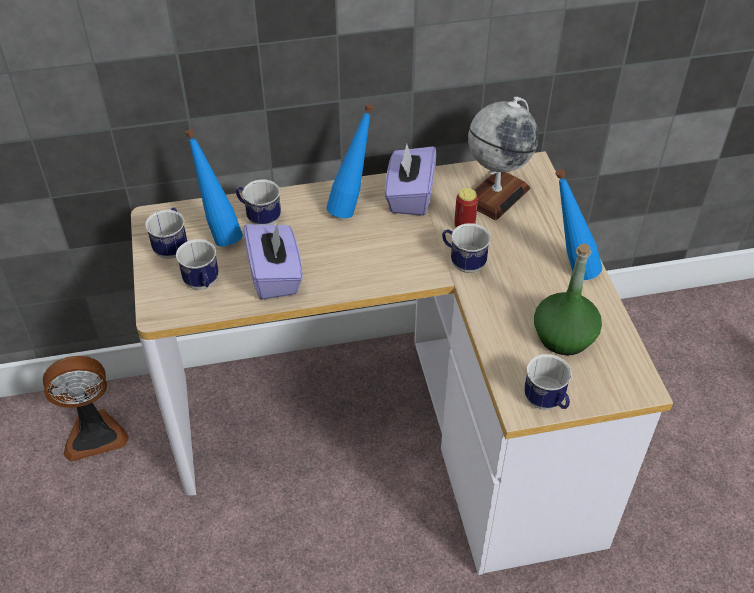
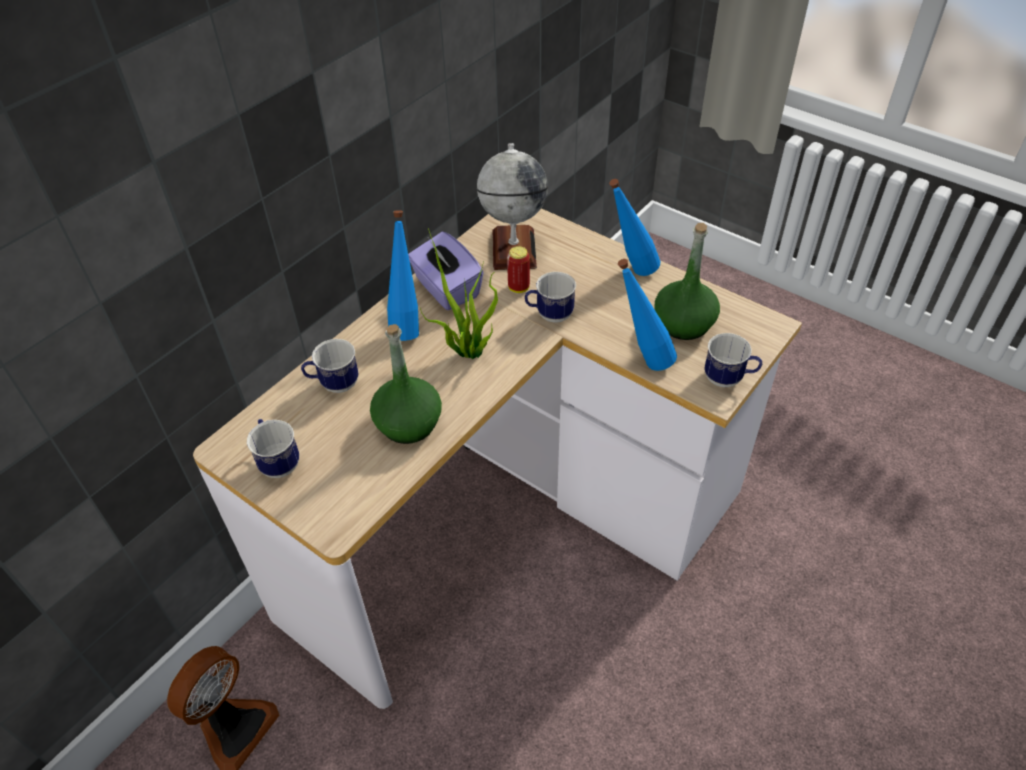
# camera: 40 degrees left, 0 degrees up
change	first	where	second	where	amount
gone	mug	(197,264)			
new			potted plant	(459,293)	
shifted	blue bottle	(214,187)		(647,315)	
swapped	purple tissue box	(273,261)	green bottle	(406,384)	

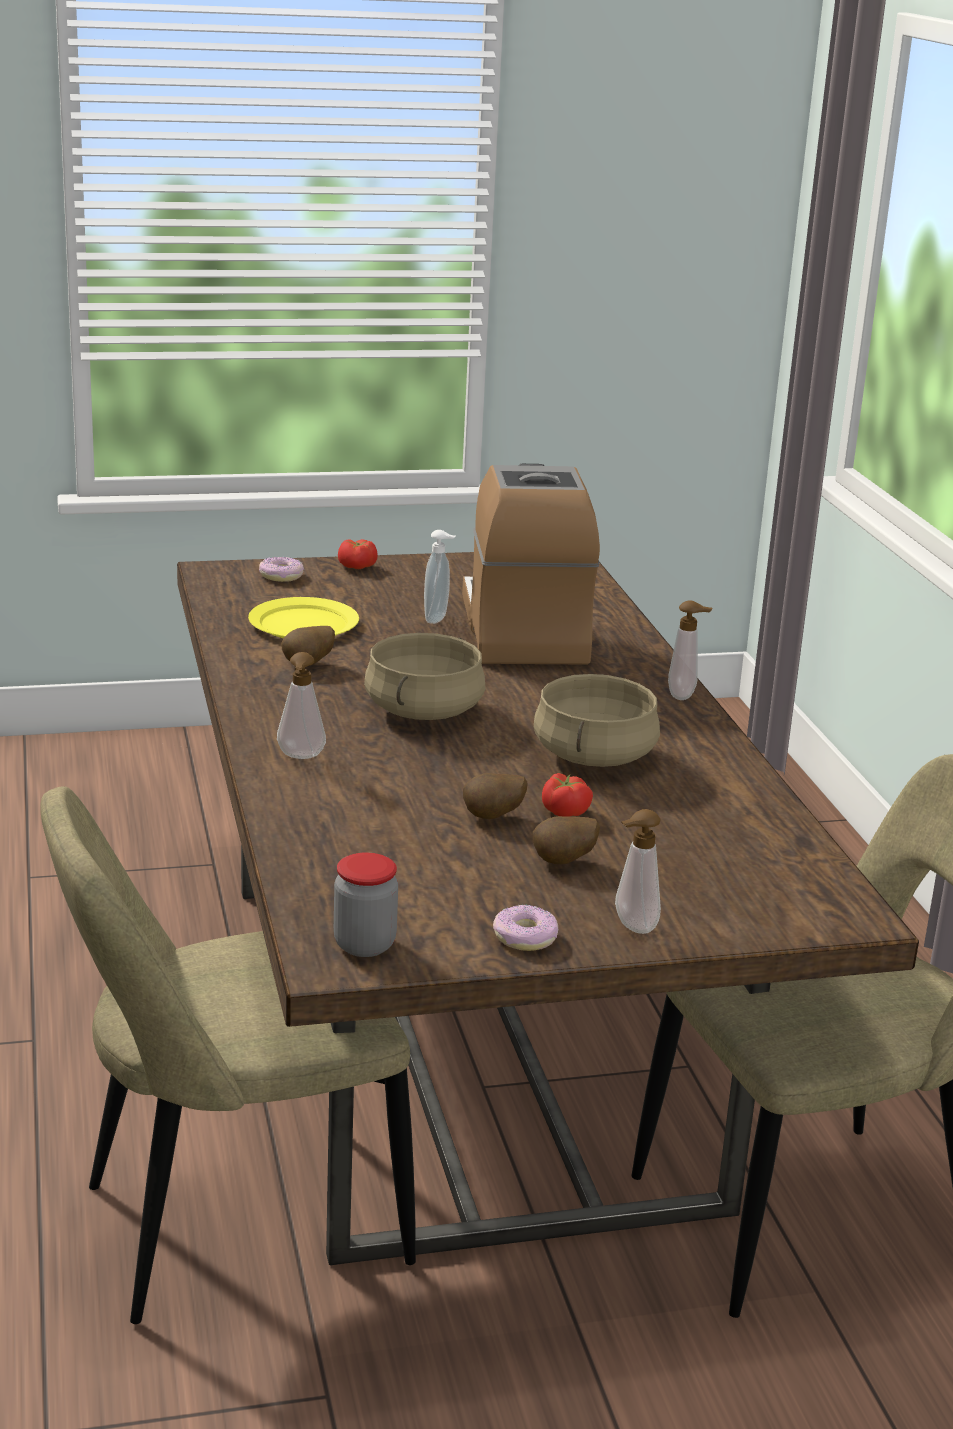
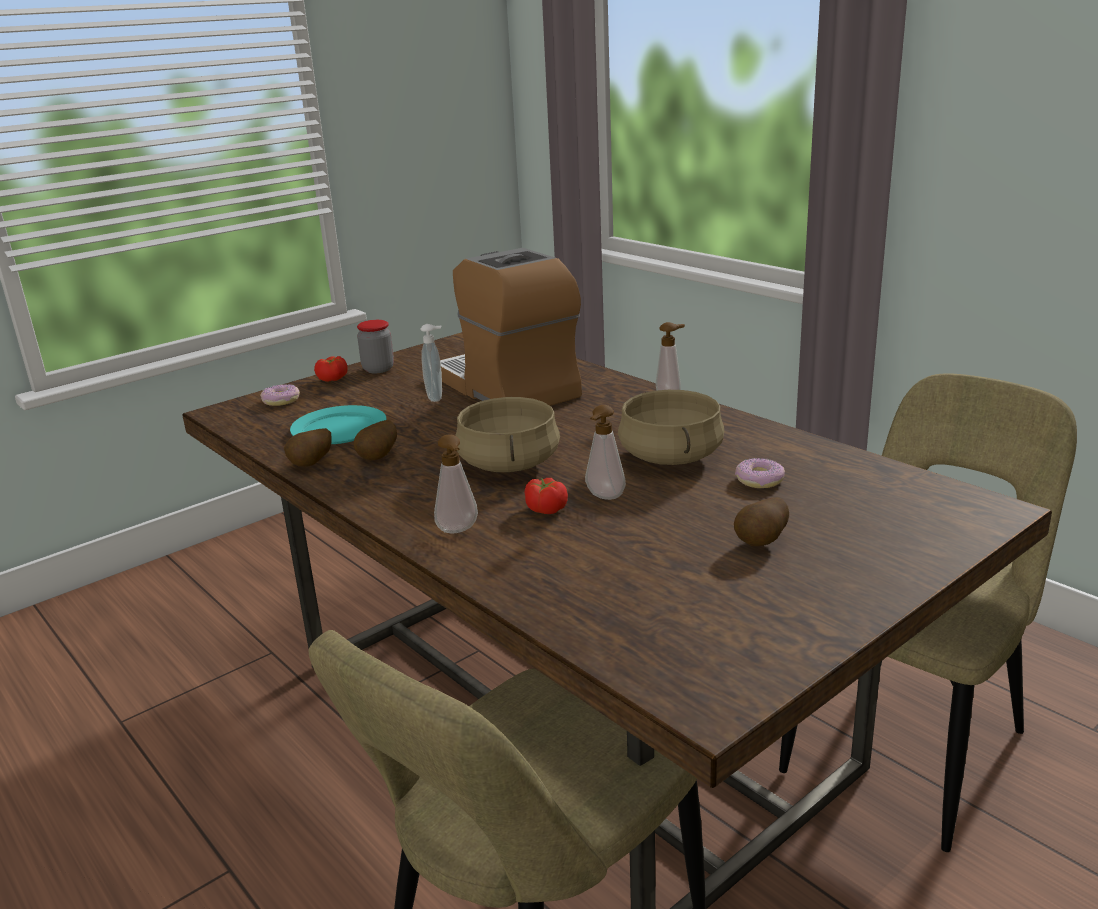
# camera: 25 degrees left, 0 degrees up
change	first	where	second	where	amount
shifted	jar	(366,905)		(375,346)	
shifted	potato	(495,796)		(308,447)	
shifted	donut	(525,927)		(760,473)	
shifted	tomato	(567,795)		(546,496)	
shifted	soap dispenser	(638,871)		(605,452)	
repainted	yellow plate	(303,617)	turquoise plate	(338,424)	

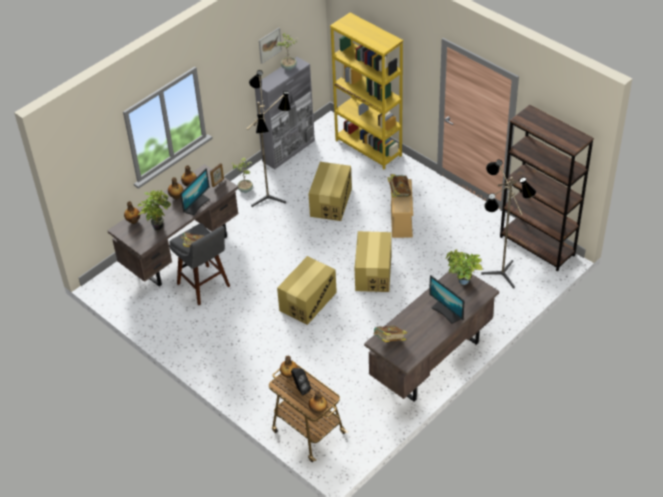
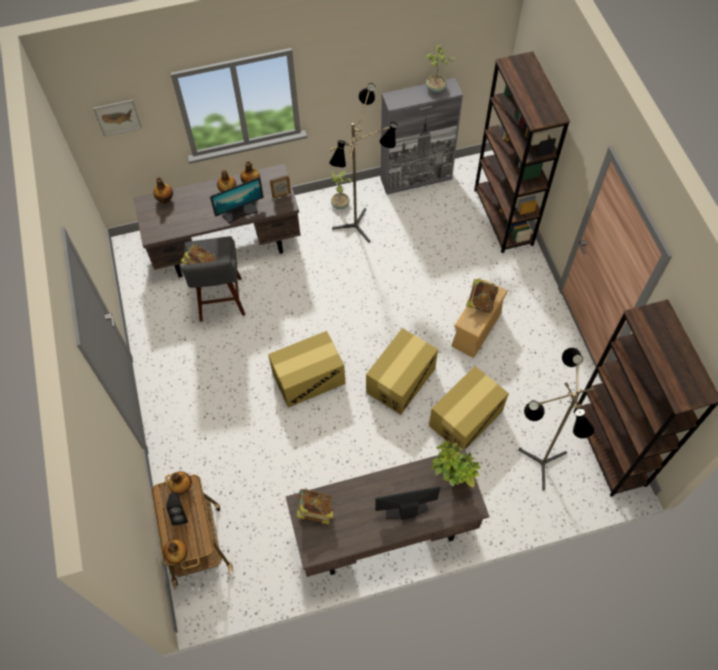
# camera: 30 degrees right, 15 degrees up
change	first	where	second	where	amount
gone	potted plant	(154,210)			
shifted	picture	(270,46)		(117,118)	
shifted	cardboard box	(330,191)		(469,408)	
repainted	yellow bookcase	(366,91)	brown bookcase	(522,152)	
rotated	monitor	(447,299)		(407,503)	90 degrees clockwise

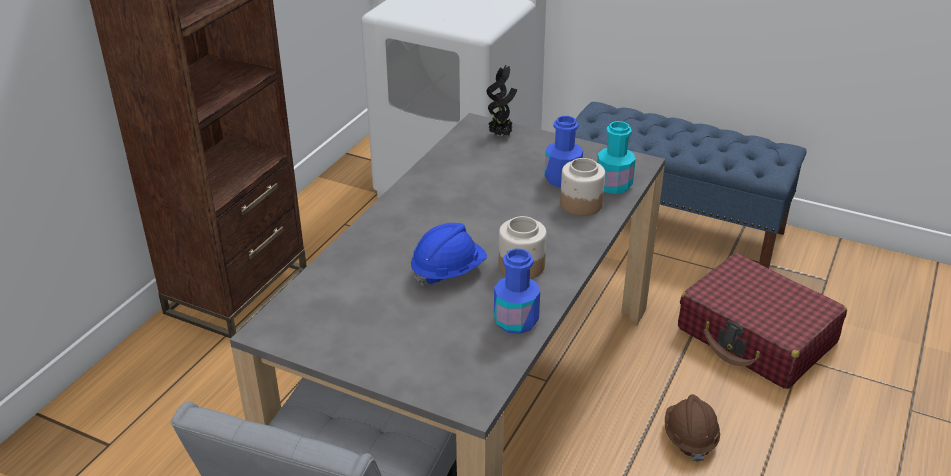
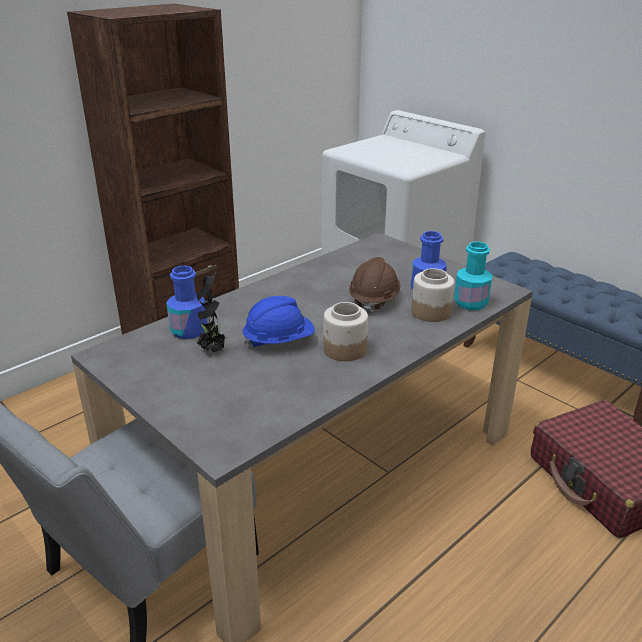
# camera: 20 degrees right, 5 degrees down
change	first	where	second	where	amount
shifted	potted plant	(502,100)		(211,312)	
shifted	blue bottle	(517,291)		(187,302)	
shifted	brown hard hat	(692,428)		(375,285)	

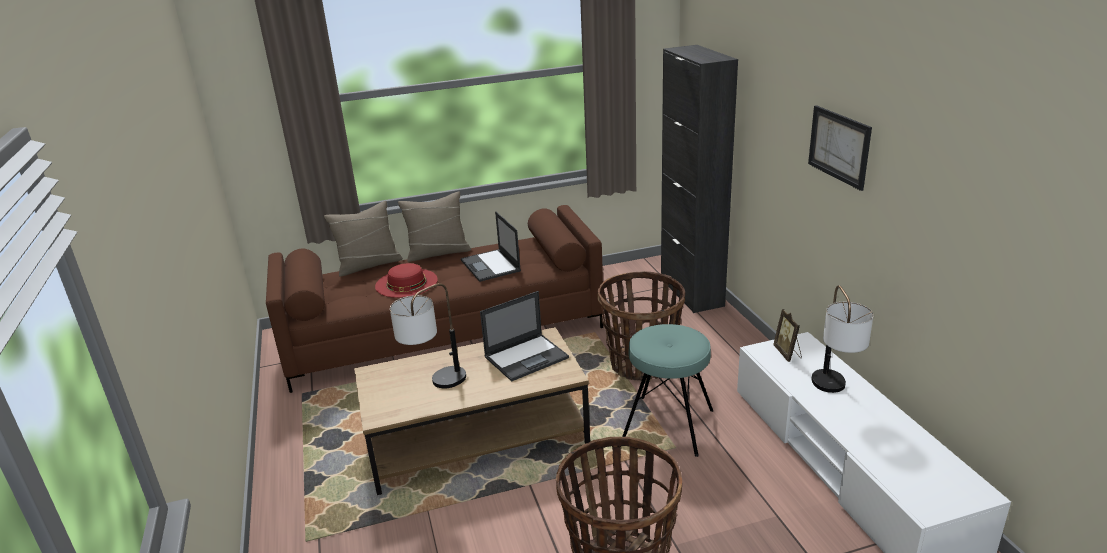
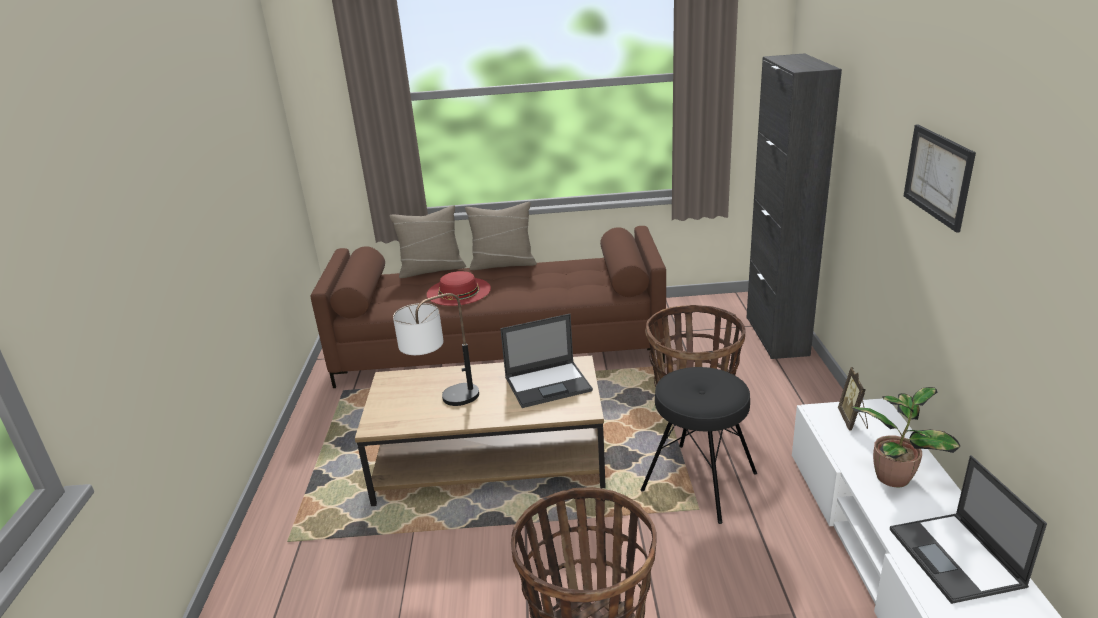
# camera: 15 degrees right, 0 degrees up
change	first	where	second	where	amount
shifted	laptop	(491,246)		(968,529)	
swapped	table lamp	(843,339)	potted plant	(906,437)	
repainted	turquoise stool	(667,390)	black stool	(698,445)	

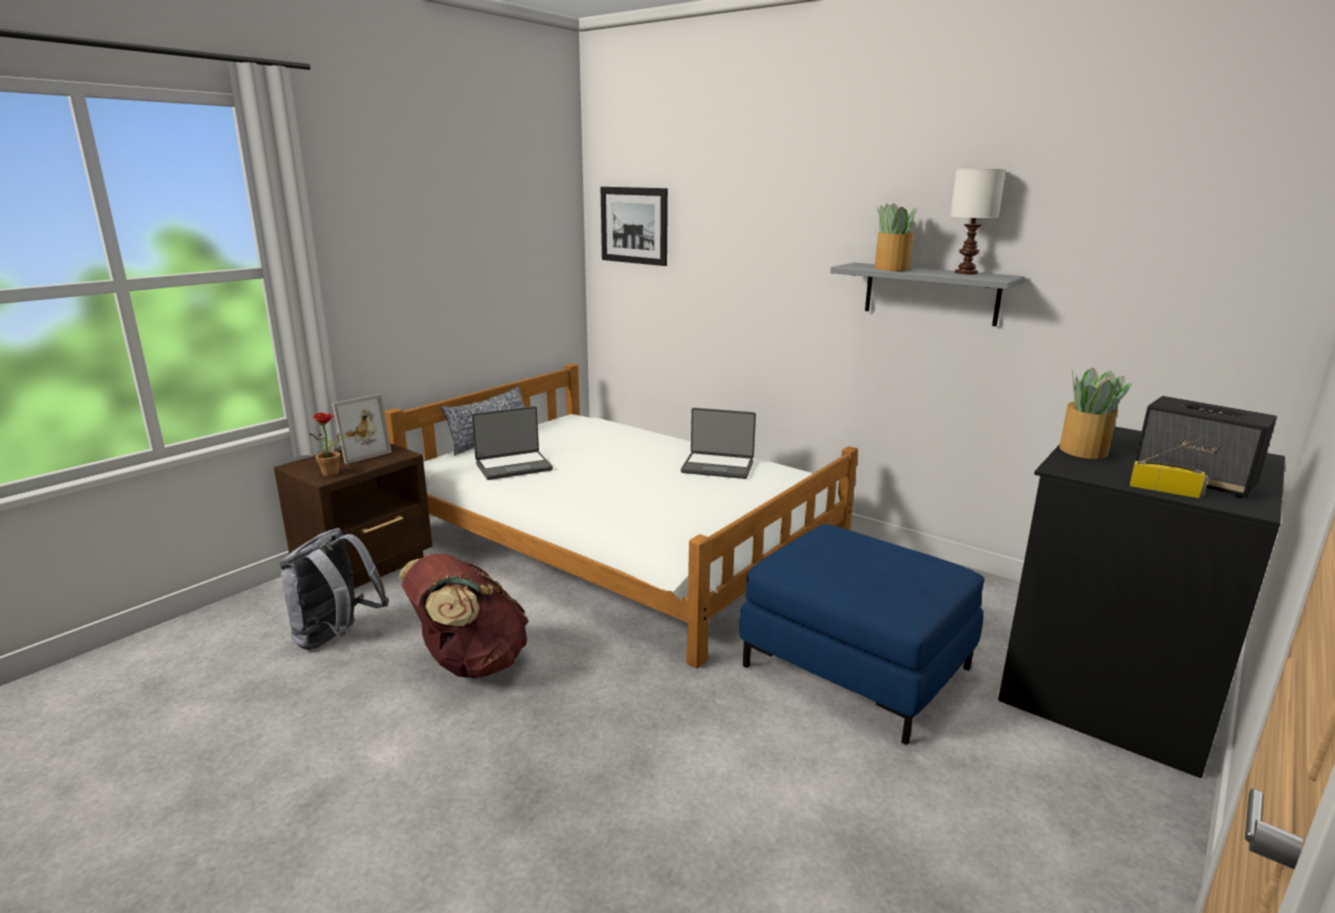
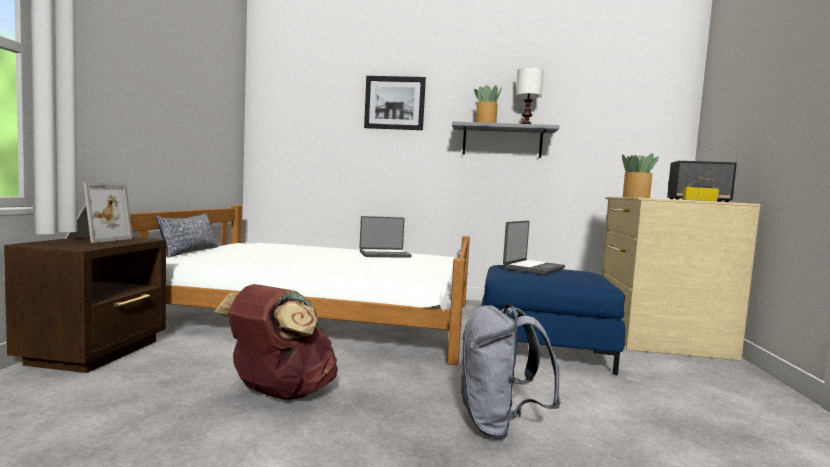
# camera: 30 degrees left, 15 degrees down
change	first	where	second	where	amount
gone	potted plant	(329,445)			
shifted	grey backpack	(334,589)		(510,372)	
shifted	laptop	(512,443)		(534,248)	
shifted	picture	(634,226)		(395,103)	
repainted	black dresser	(1141,602)	beige dresser	(681,279)	

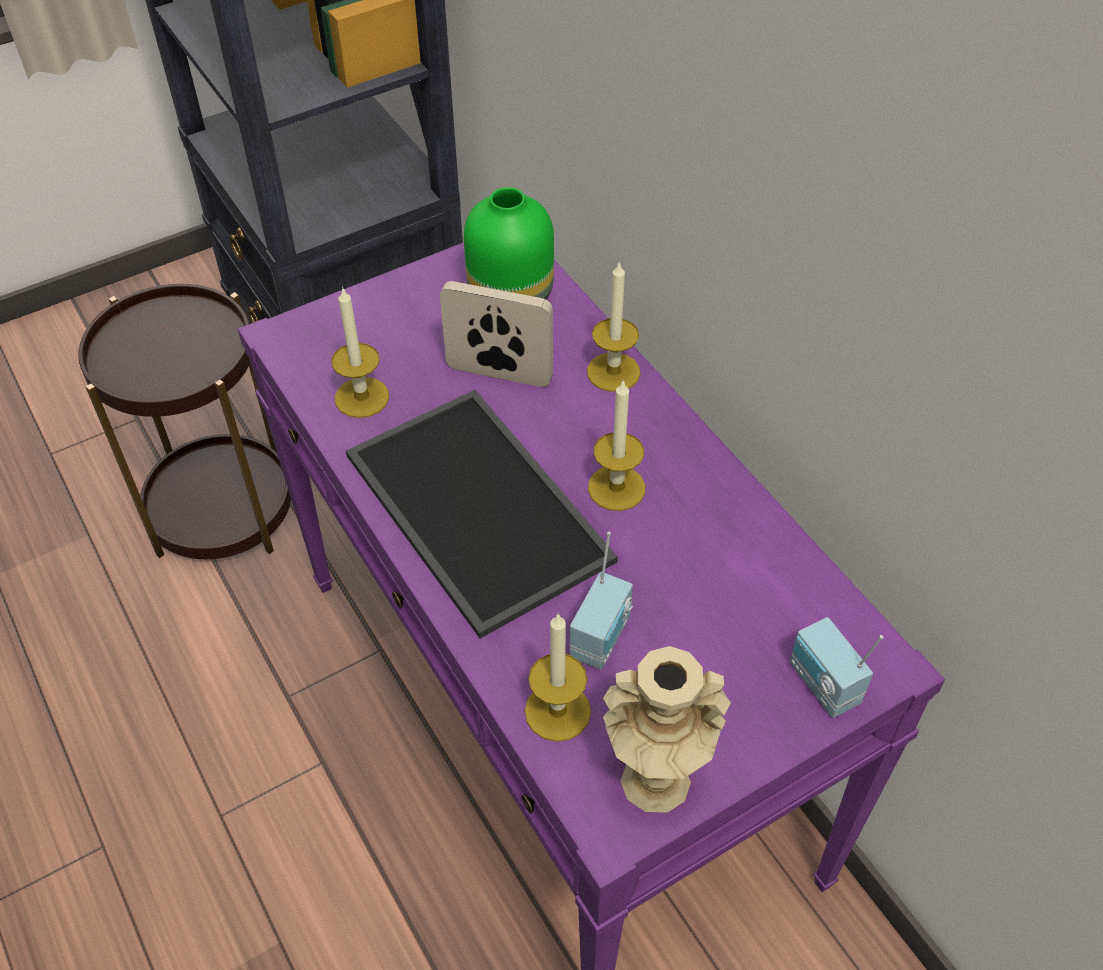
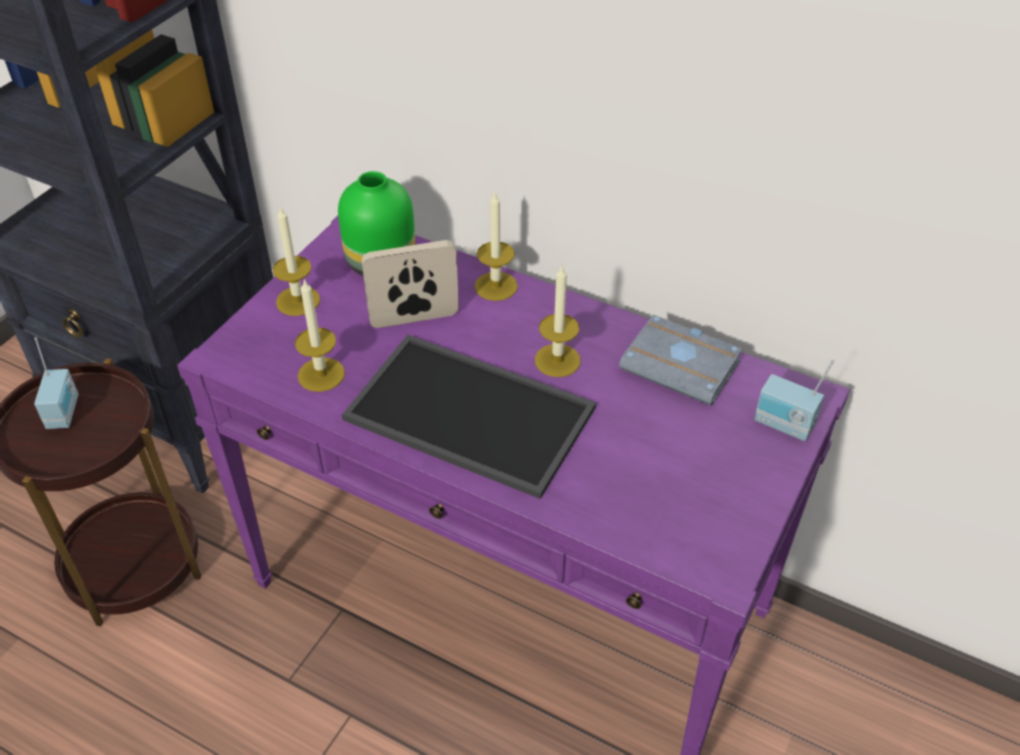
# camera: 30 degrees left, 5 degrees down
change	first	where	second	where	amount
gone	beige vase	(667,729)			
new			grey book	(681,360)	
shifted	candle	(558,677)		(296,261)	
shifted	radio	(601,601)		(56,383)	

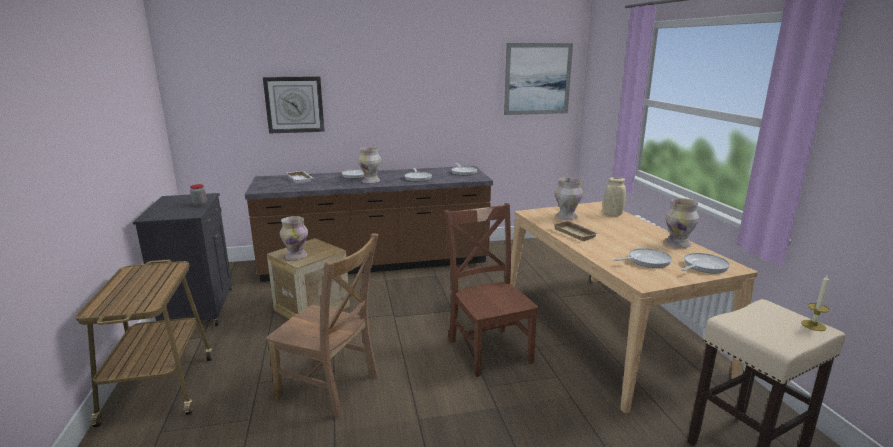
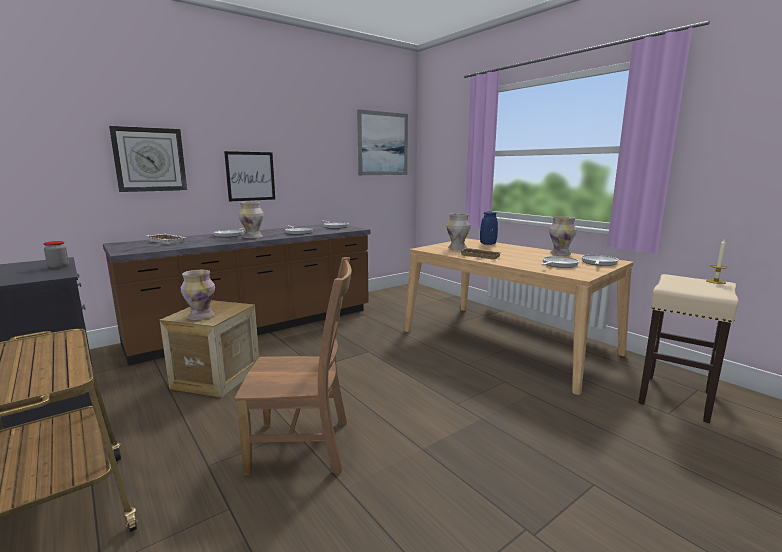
# camera: 25 degrees left, 5 degrees down
change	first	where	second	where	amount
gone	brown chair	(491,290)			
new			picture	(249,176)	
repainted	beige vase	(614,196)	blue vase	(489,228)	

